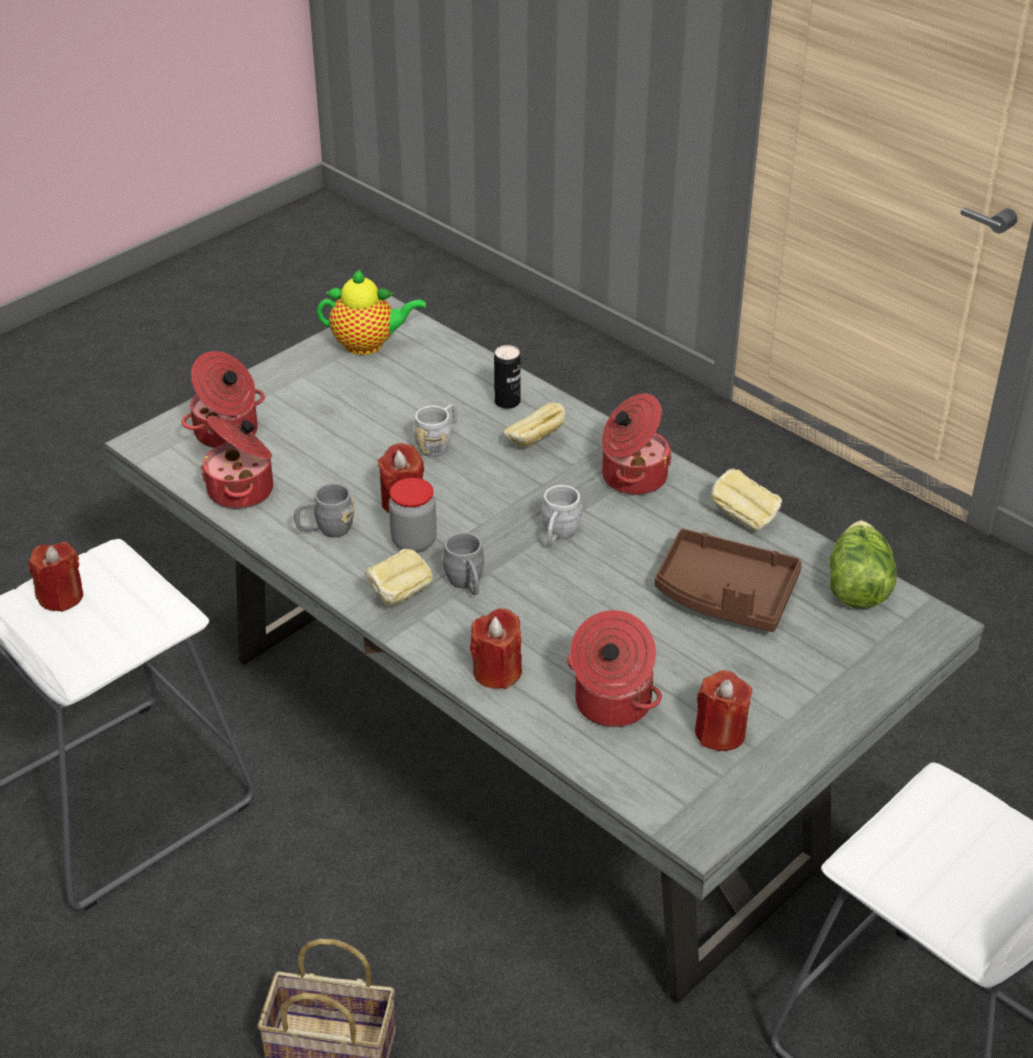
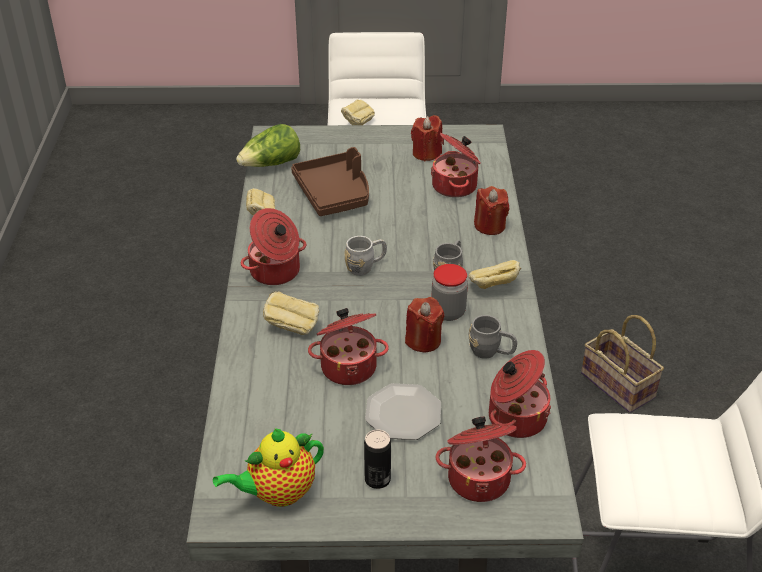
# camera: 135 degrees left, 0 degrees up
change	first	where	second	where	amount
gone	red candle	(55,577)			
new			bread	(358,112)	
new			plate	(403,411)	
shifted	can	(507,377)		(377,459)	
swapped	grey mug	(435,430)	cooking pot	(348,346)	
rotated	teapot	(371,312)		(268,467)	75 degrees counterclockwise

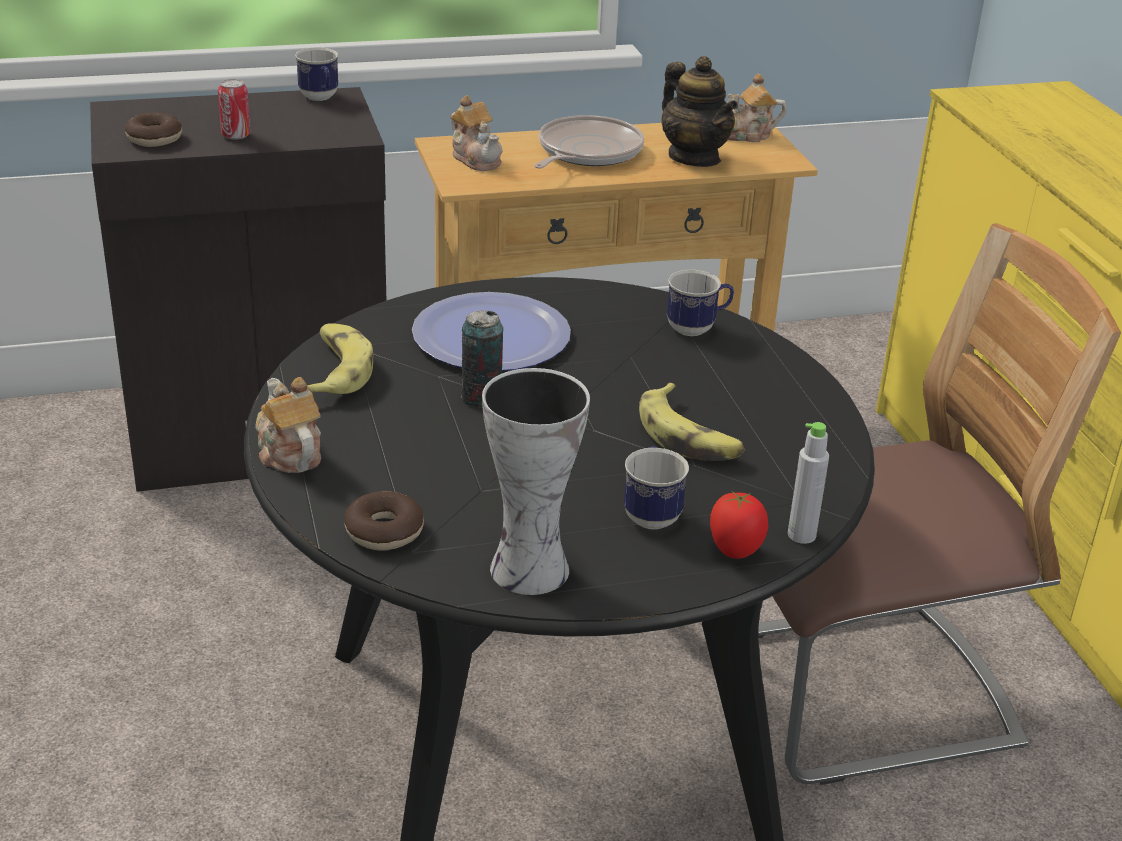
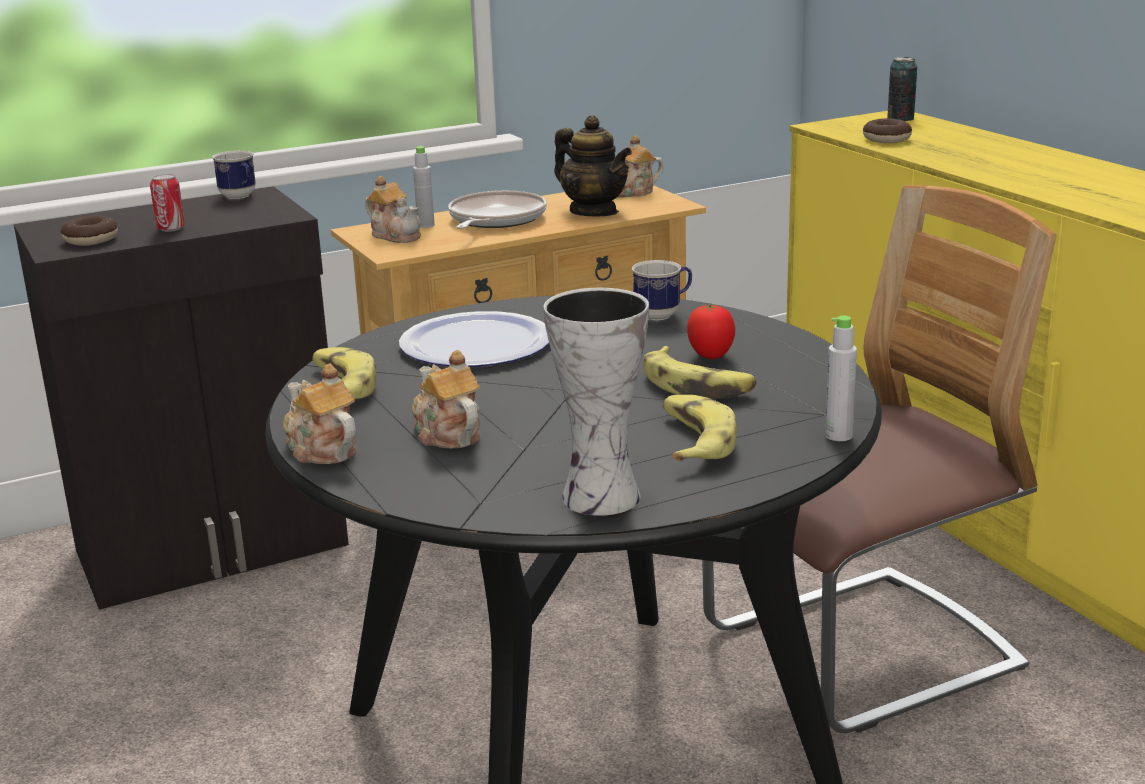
# camera: 10 degrees left, 10 degrees down
change	first	where	second	where	amount
new			teapot	(446,399)	
new			grey bottle	(424,187)	
shifted	donut	(384,520)		(887,130)	
shifted	can	(482,359)		(902,89)	
shifted	tomato	(739,525)		(711,331)	
swapped	mug	(656,487)	banana	(699,428)	

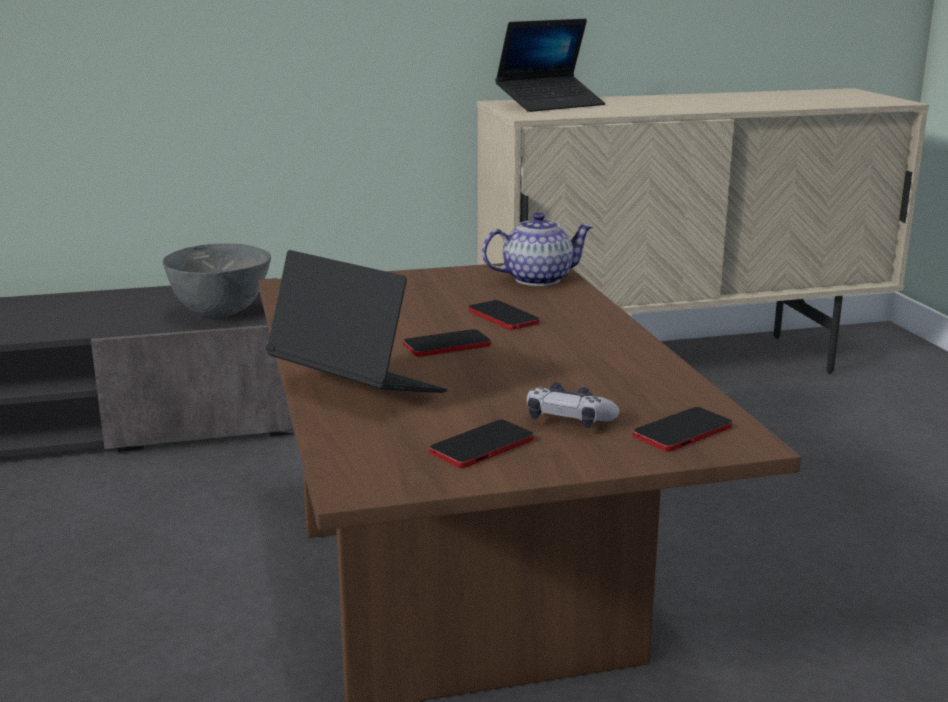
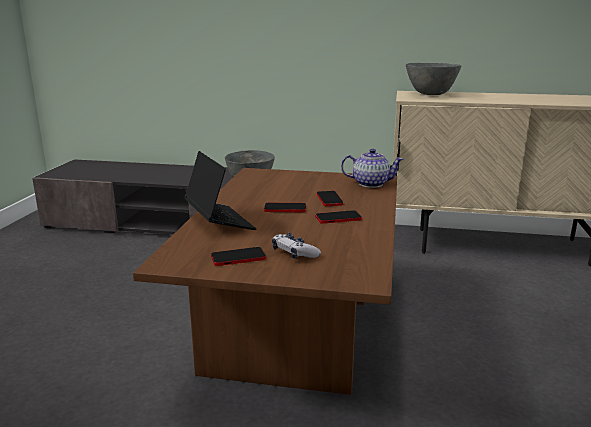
# camera: 25 degrees right, 0 degrees up
change	first	where	second	where	amount
shifted	phone	(682,429)		(338,217)	
swapped	laptop	(550,65)	grey bowl	(433,79)	

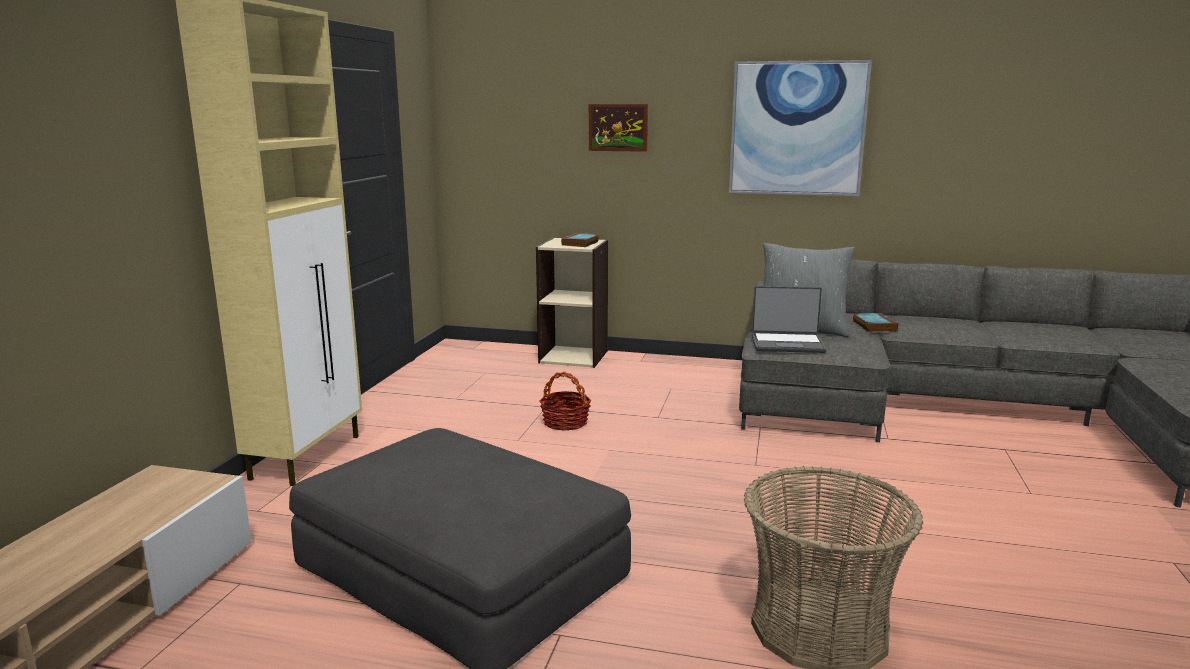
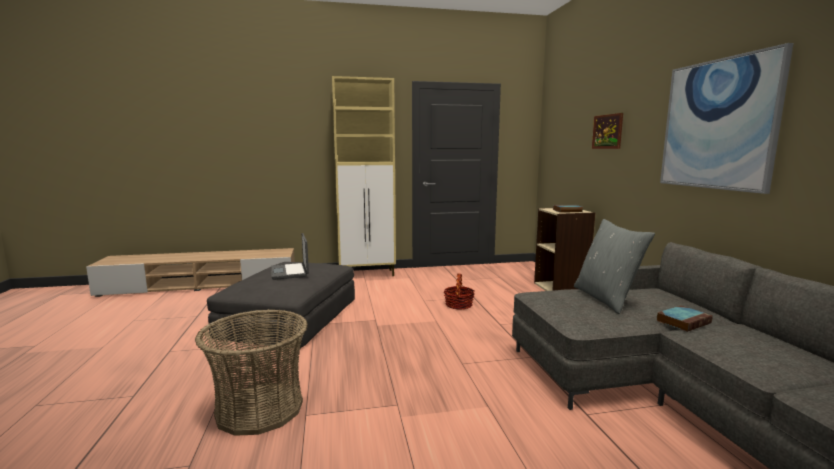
# camera: 65 degrees right, 5 degrees down
change	first	where	second	where	amount
shifted	laptop	(789,319)		(290,256)	

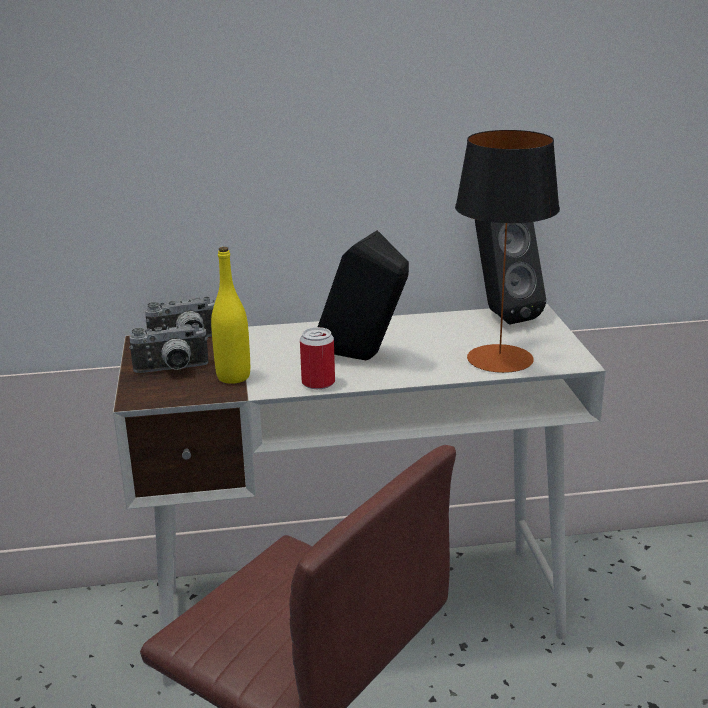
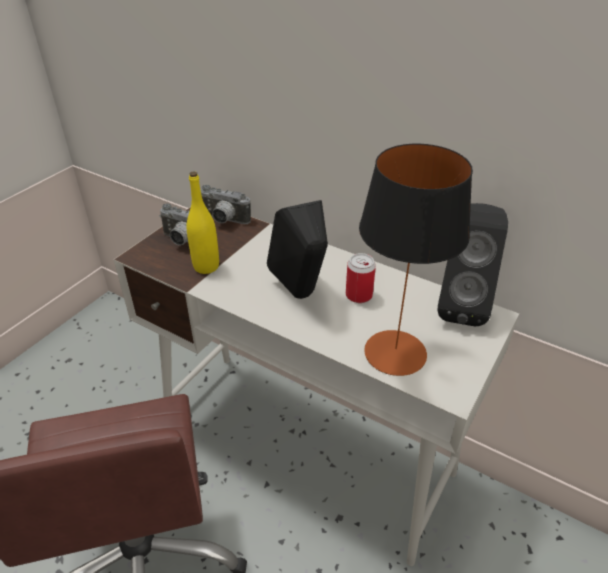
# camera: 40 degrees right, 15 degrees up
change	first	where	second	where	amount
shifted	can	(317,358)		(361,278)	

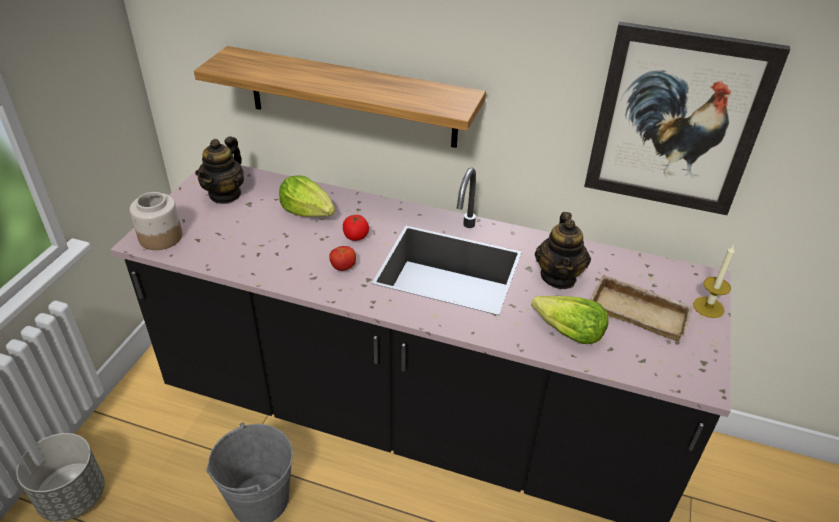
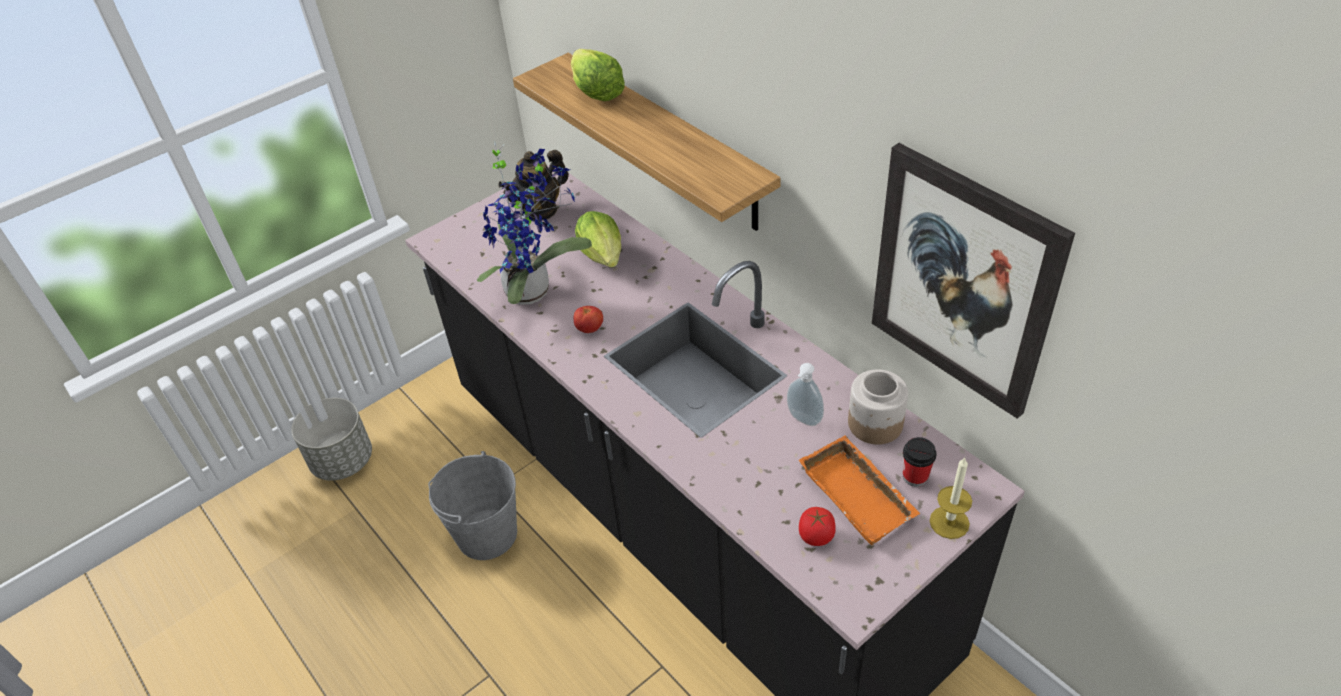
# camera: 35 degrees right, 5 degrees up
change	first	where	second	where	amount
new			potted plant	(534,223)	
new			cup	(920,462)	
shifted	jar	(156,221)		(878,407)	
shifted	tomato	(356,228)		(817,526)	
shifted	lettuce	(570,320)		(598,75)	
swapped	teapot	(563,250)	soap dispenser	(805,394)	
repainted	beige tray	(642,308)	orange tray	(859,490)	

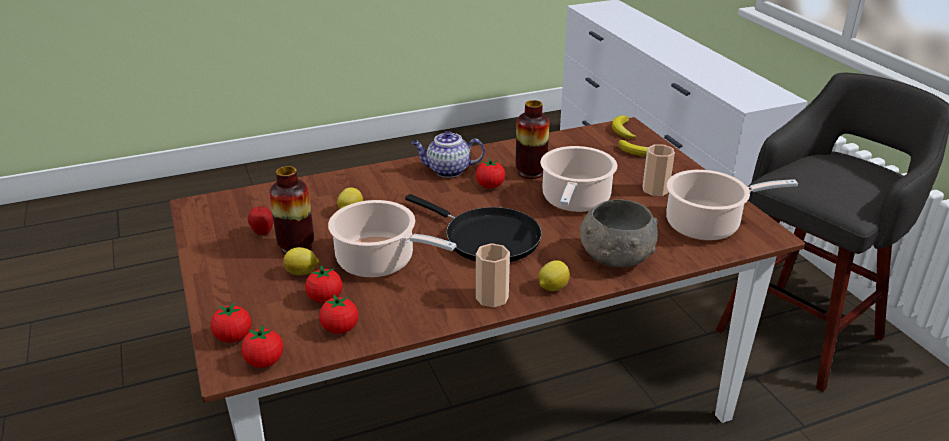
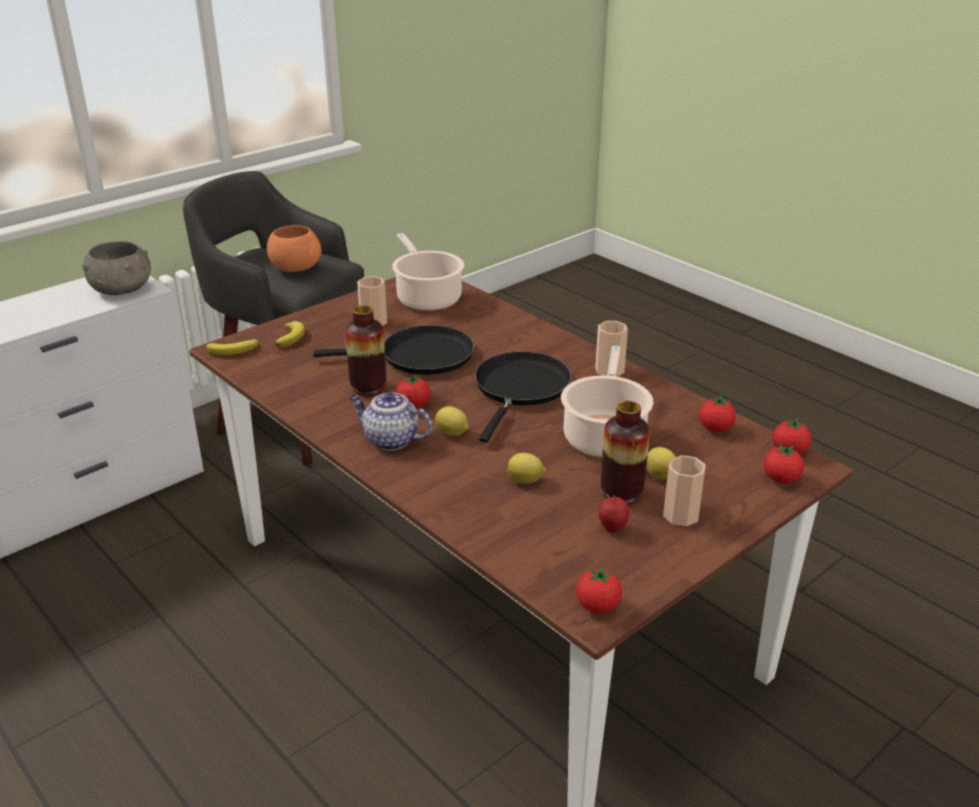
# camera: 110 degrees left, 0 degrees up
change	first	where	second	where	amount
new			orange bowl	(294,248)	
new			cup	(684,490)	
shifted	tomato	(324,284)		(599,589)	
shifted	lemon	(554,275)		(452,421)	
shifted	grey bowl	(619,233)		(116,268)	
swapped	cooking pot	(578,179)	black frying pan	(393,350)	
rotated	teapot	(448,154)		(390,421)	135 degrees clockwise

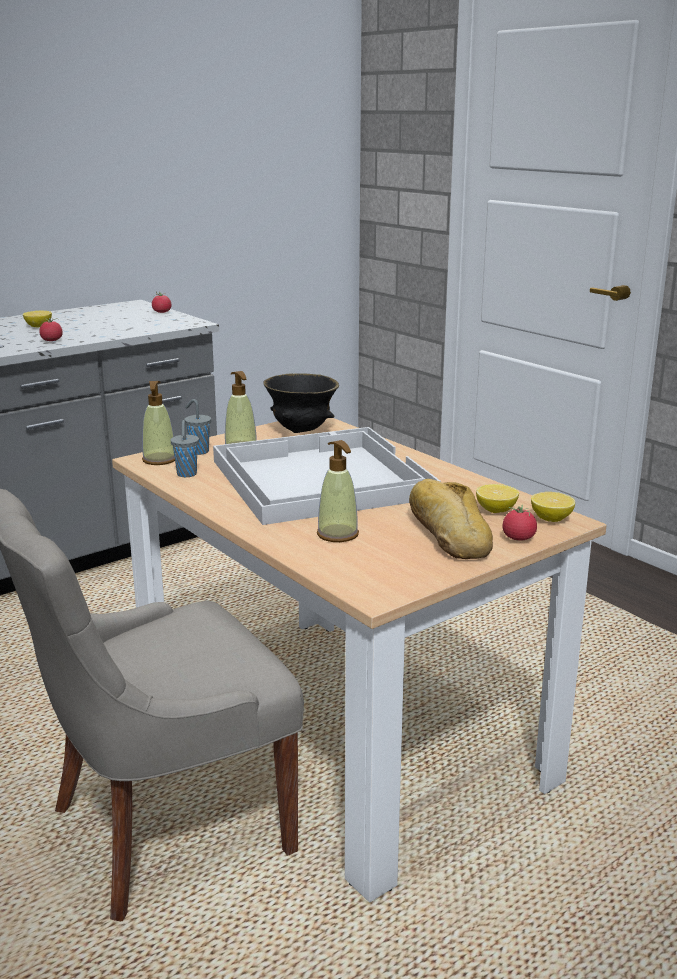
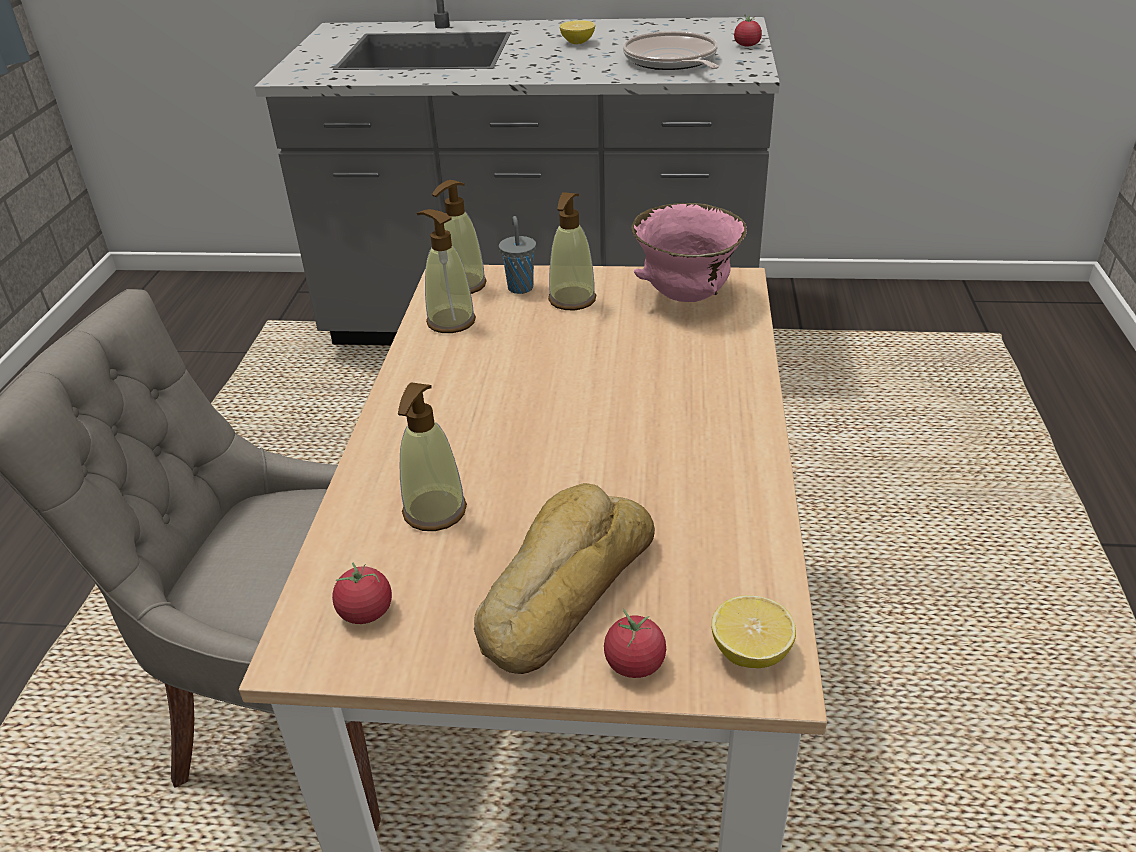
# camera: 45 degrees right, 15 degrees up
change	first	where	second	where	amount
gone	white tray	(327,476)			
gone	lemon	(497,498)			
new			frying pan	(671,50)	
shifted	tomato	(51,329)		(362,593)	
swapped	grey cup	(184,448)	soap dispenser	(446,271)	
repainted	black bowl	(301,403)	pink bowl	(689,252)	

